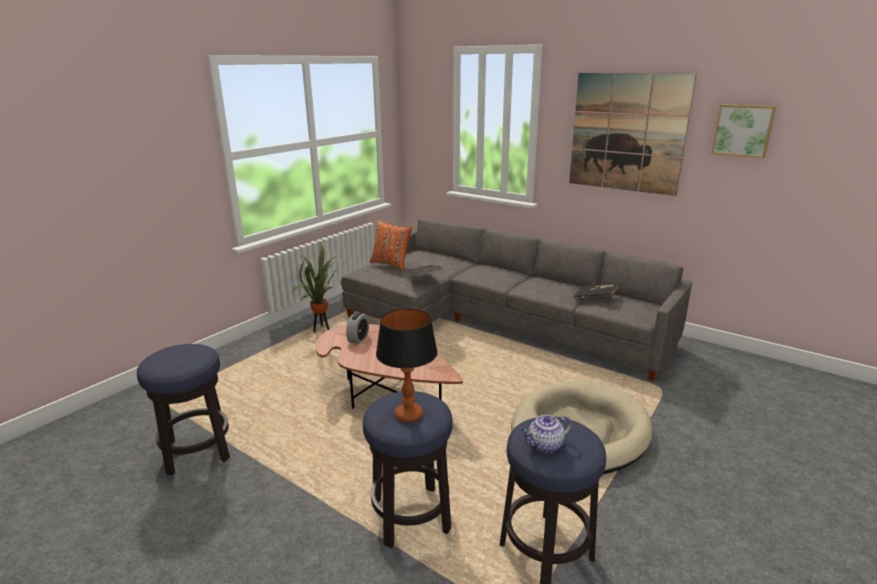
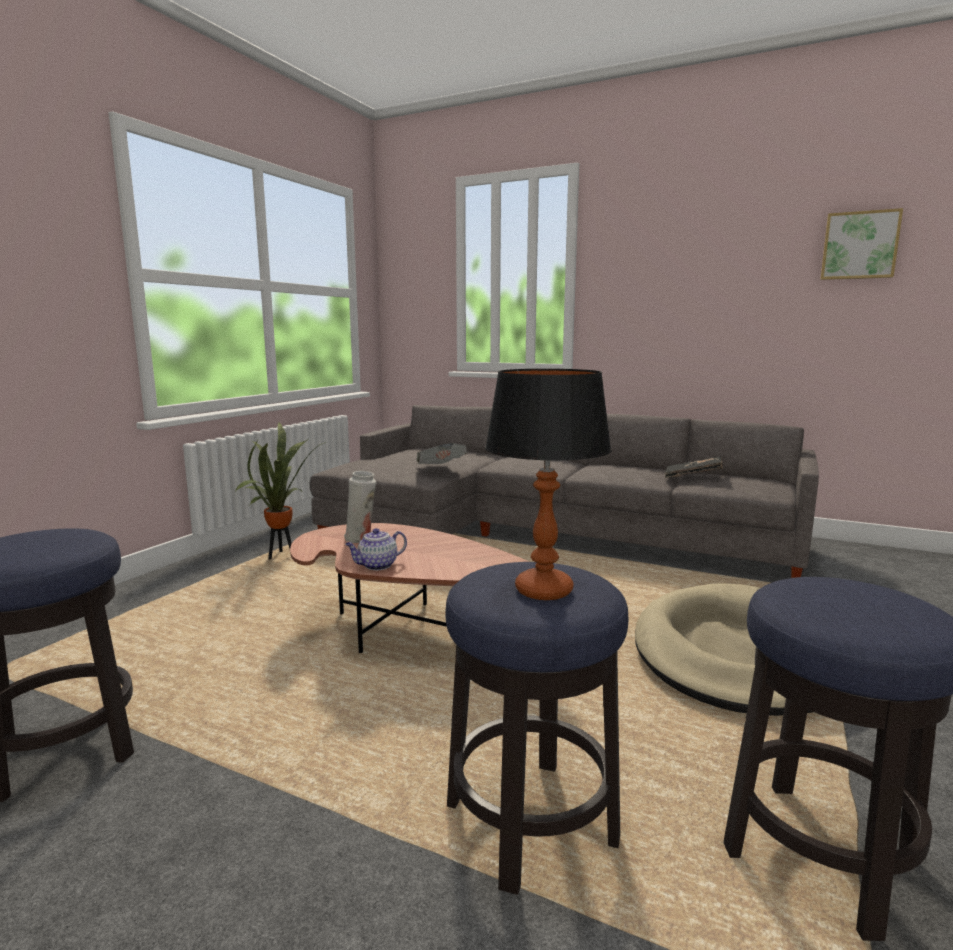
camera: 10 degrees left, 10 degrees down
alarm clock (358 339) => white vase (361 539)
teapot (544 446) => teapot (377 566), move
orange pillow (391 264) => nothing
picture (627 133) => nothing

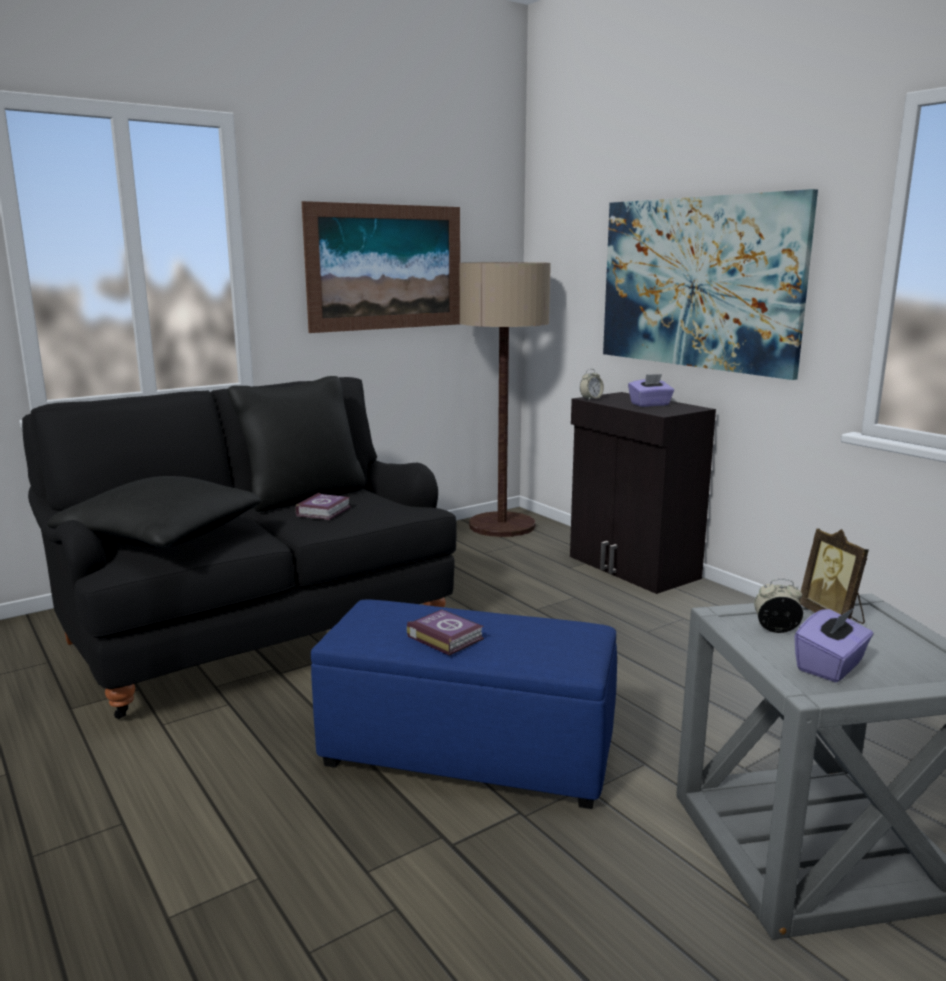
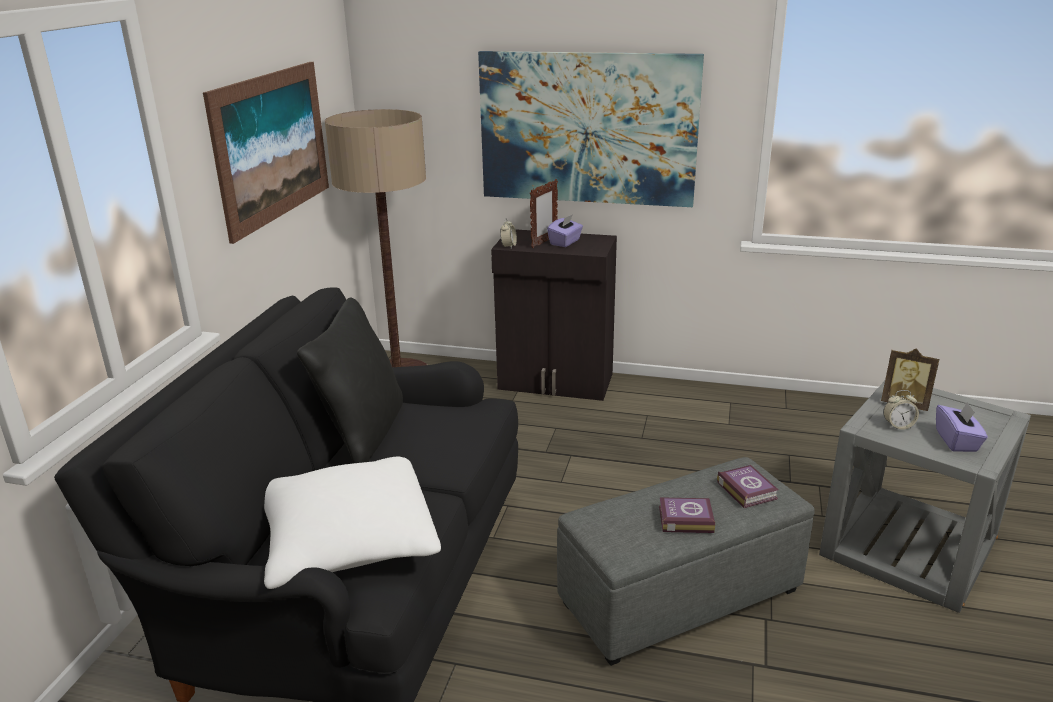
camera: 40 degrees left, 10 degrees up
black pillow (161 537) => white pillow (348 541)
nothing => picture frame (544 242)
blue ottoman (470 754) => grey ottoman (681 596)
book (325 511) => book (746 489), move
alarm clock (776 629) => alarm clock (898 426), 150 degrees counterclockwise

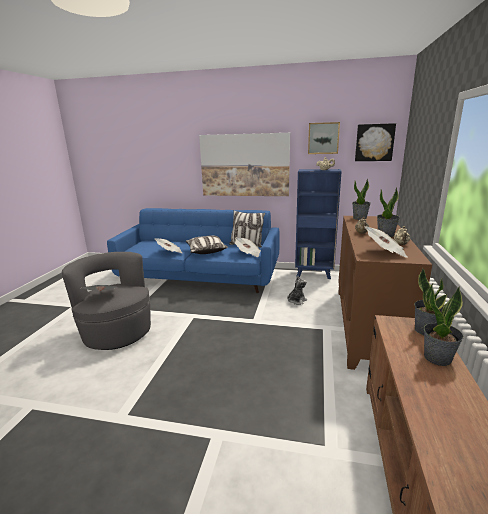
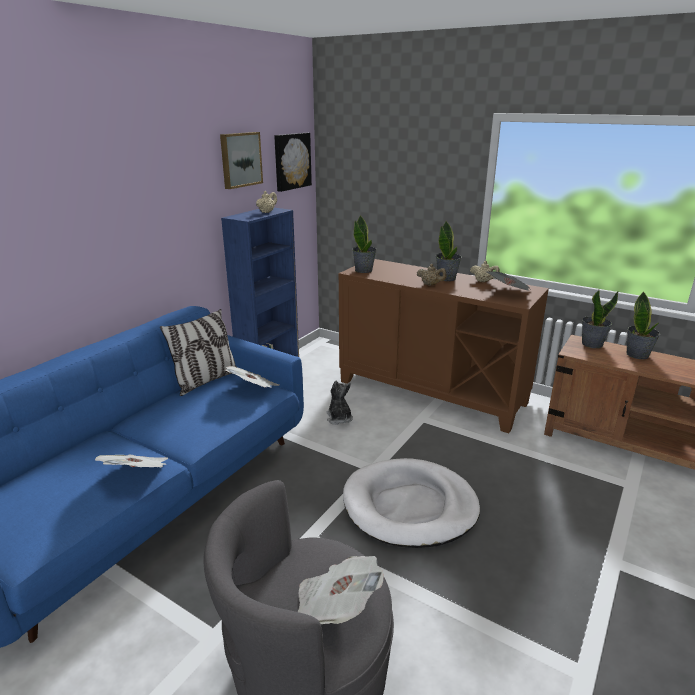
camera: 70 degrees left, 5 degrees up
nothing => white dog bed (410 506)
pillow (206 251) => nothing
picture (244 165) => nothing

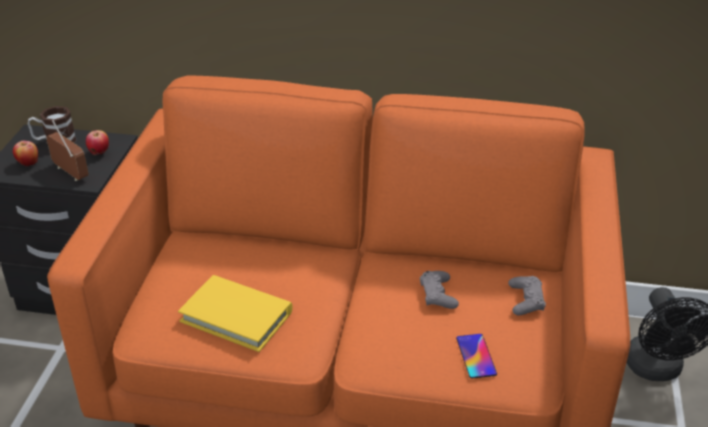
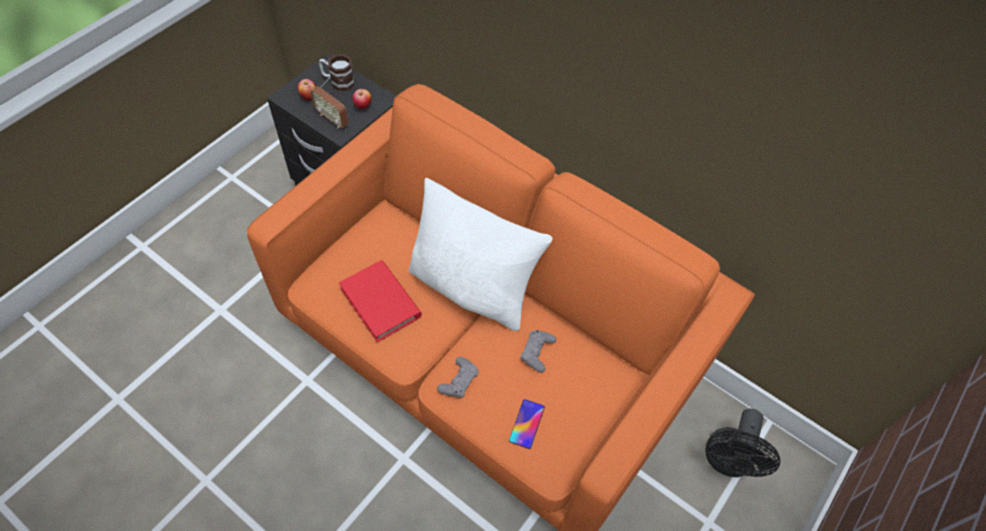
camera: 25 degrees right, 20 degrees up
radio (70 173) => radio (332 119), 150 degrees clockwise
yellow book (236 316) => red book (380 302)
nothing => white pillow (473 288)
grey game controller (526 300) => grey game controller (459 381), move

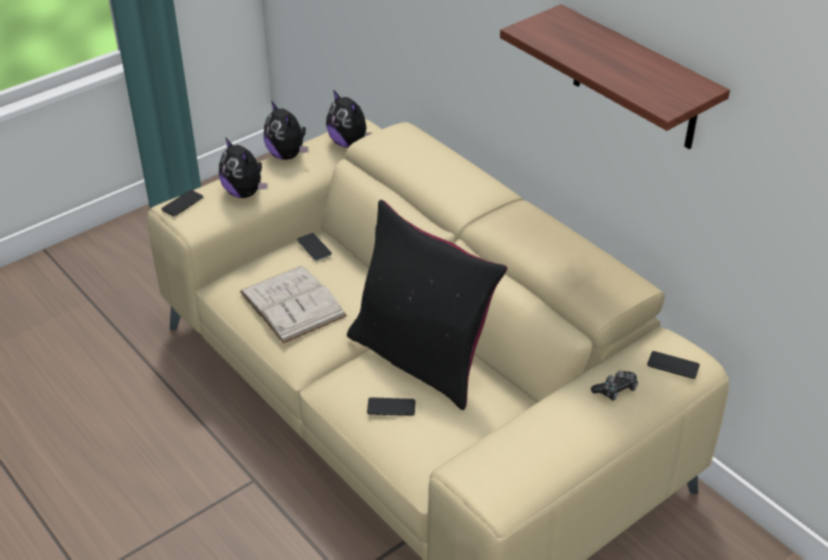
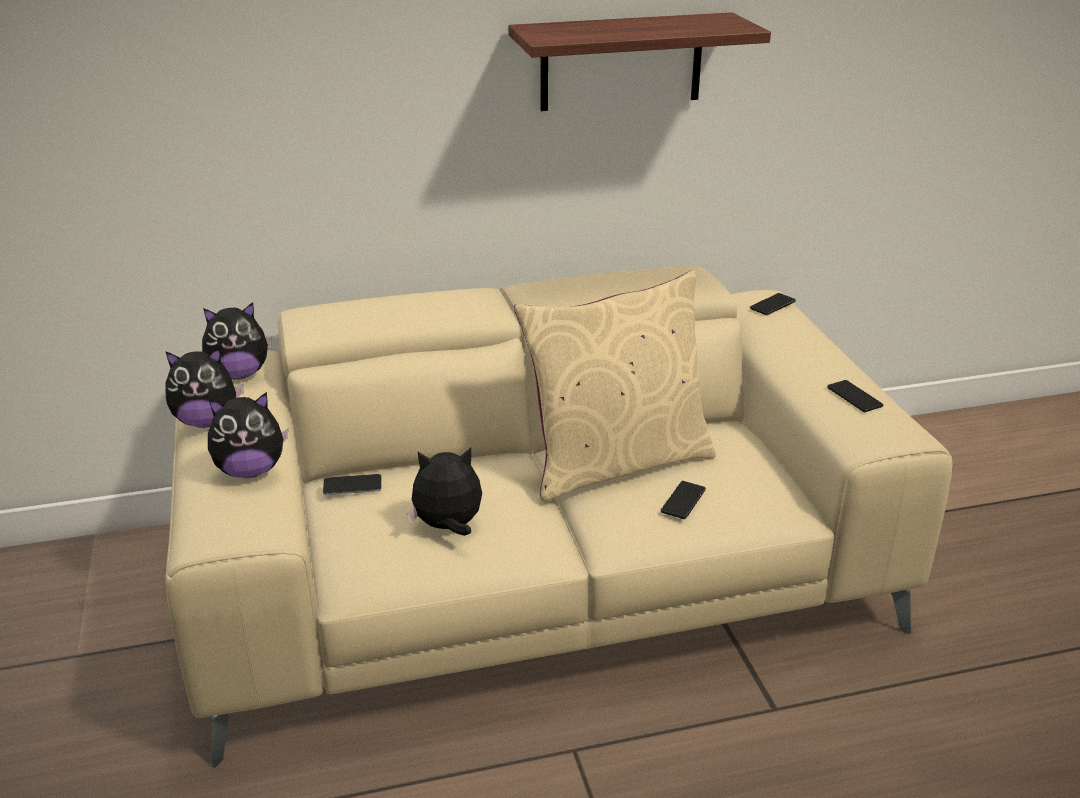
camera: 65 degrees left, 10 degrees down
white book (292 304) => plush toy (448 527)
black pillow (421 358) => beige pillow (616 462)
phone (182 203) => phone (854 397), move
game controller (615 390) => nothing

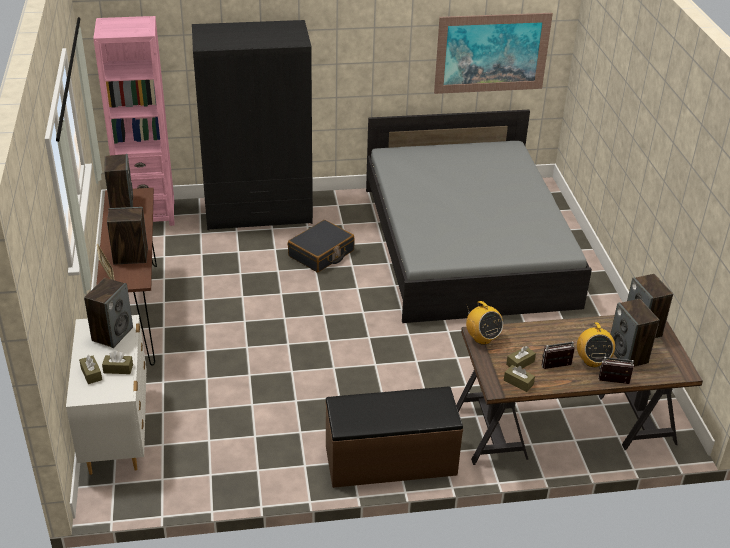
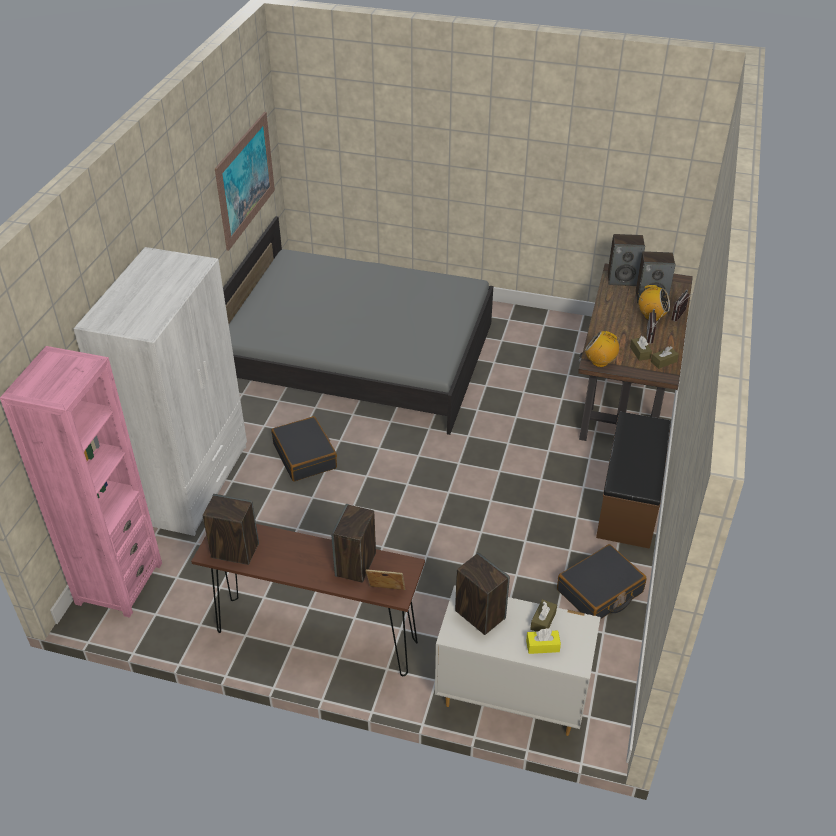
camera: 65 degrees left, 5 degrees up
black wardrobe (258 211) => white wardrobe (191 483)
brown tissue box (91 374) => yellow tissue box (542 646)
nothing => black suitcase (600 592)
radio (482 338) => radio (600 362), 150 degrees counterclockwise

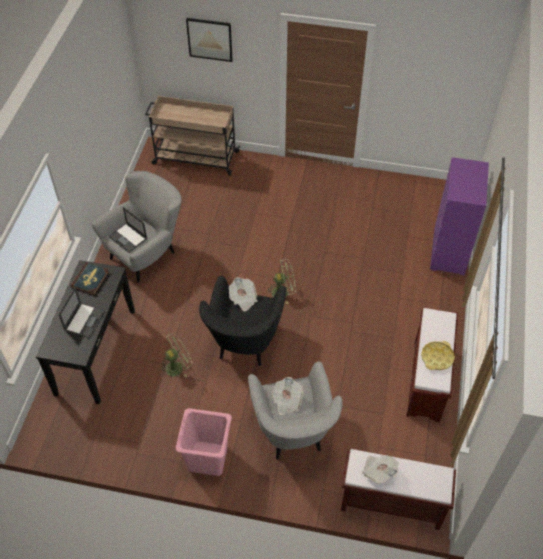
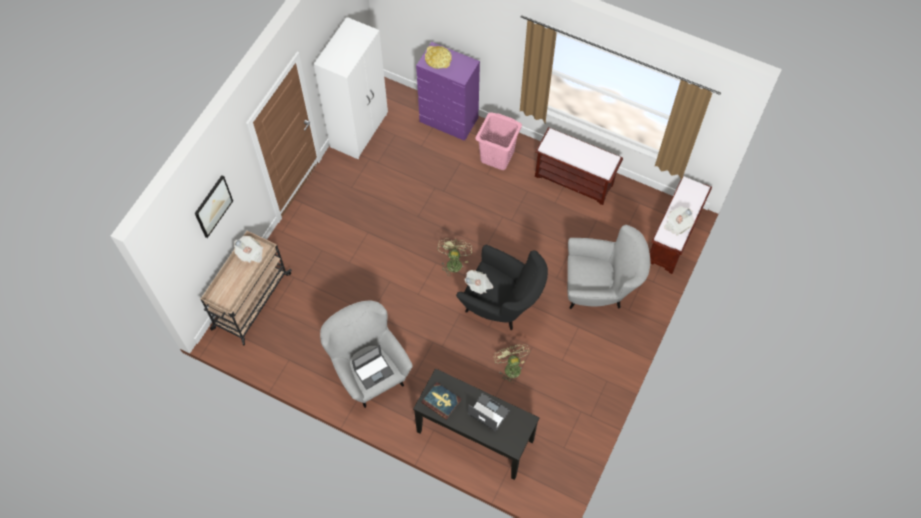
camera: 75 degrees left, 10 degrees up
newspaper (287 401) => newspaper (250 254), move
nothing => white wardrobe (360 130)
yellow tray (437 357) => yellow tray (438 59), move
pink laundry basket (207 457) => pink laundry basket (497 156), move

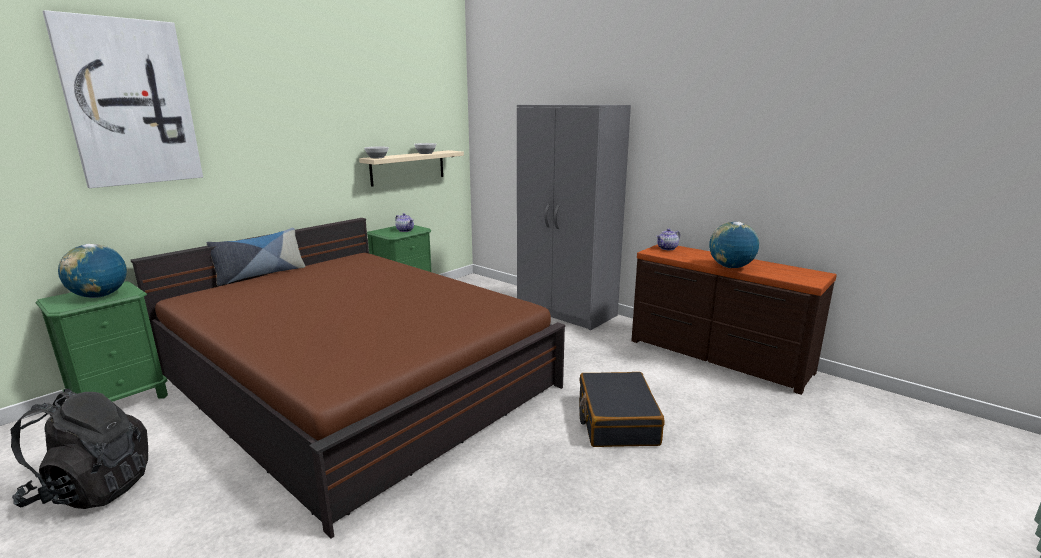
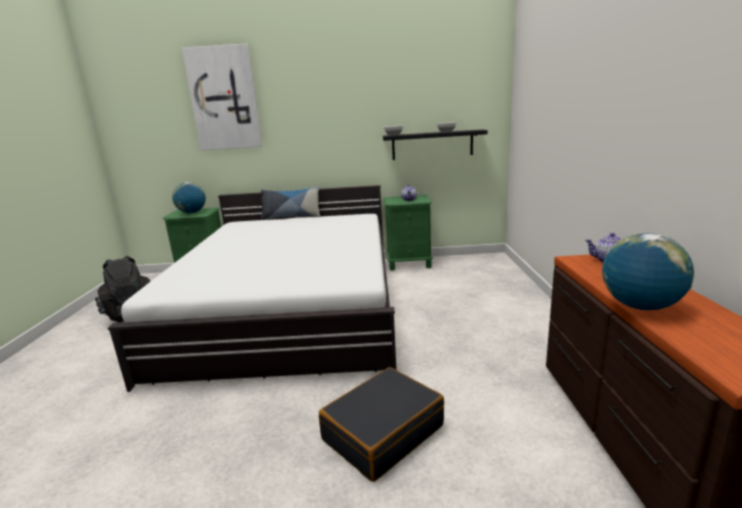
camera: 50 degrees right, 0 degrees up
brown bed (357 381) => white bed (292 307)
beige shelf (408 167) => black shelf (432 145)
grey wardrobe (567 312) => nothing

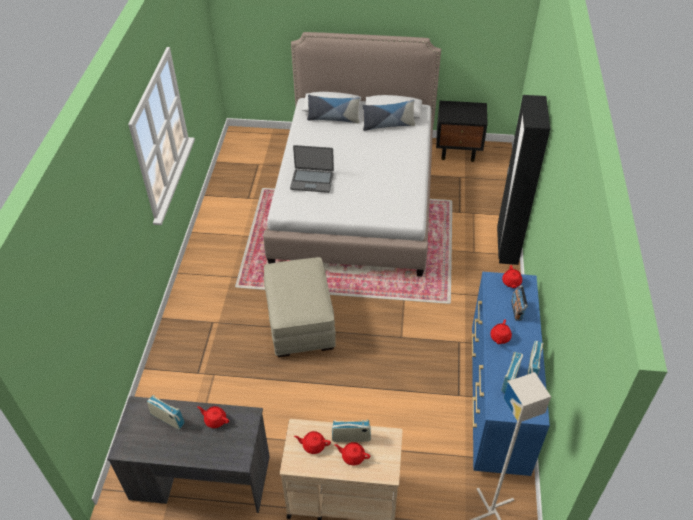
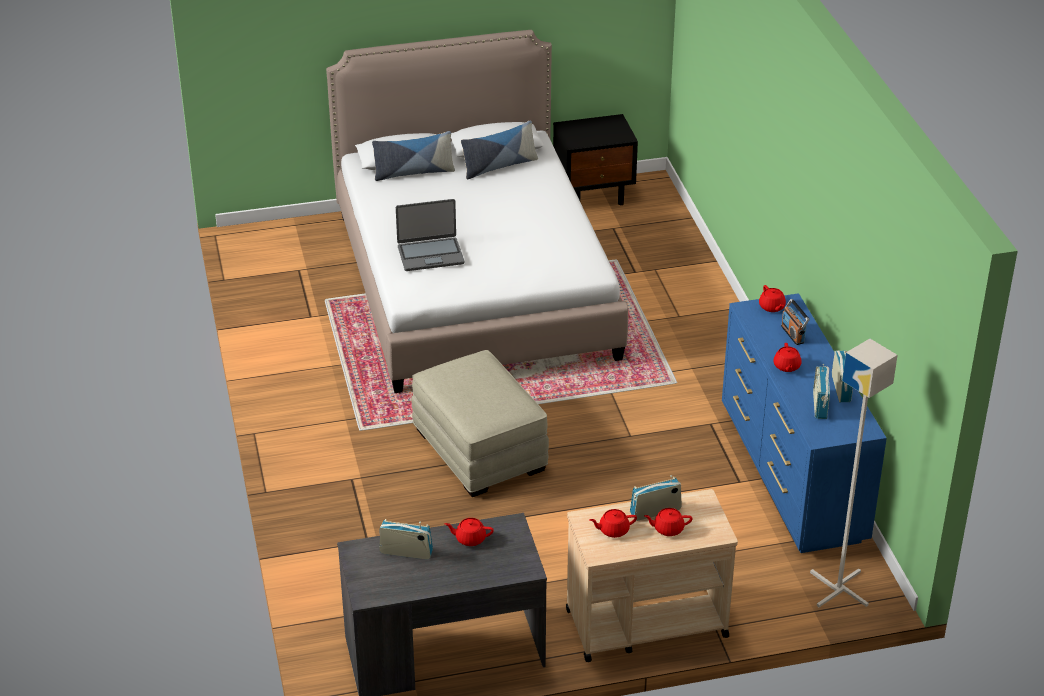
camera: 20 degrees left, 10 degrees down
black wardrobe (506 247) => nothing

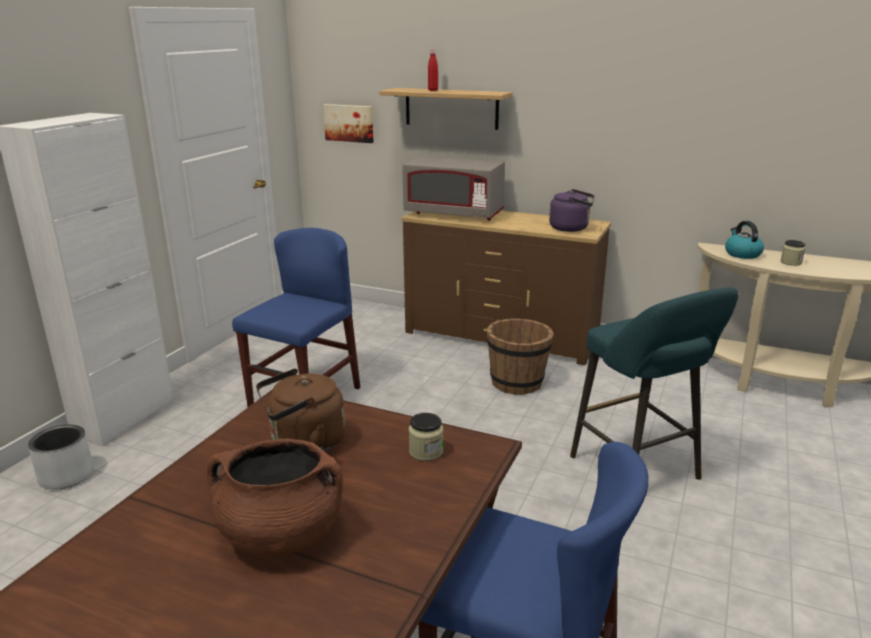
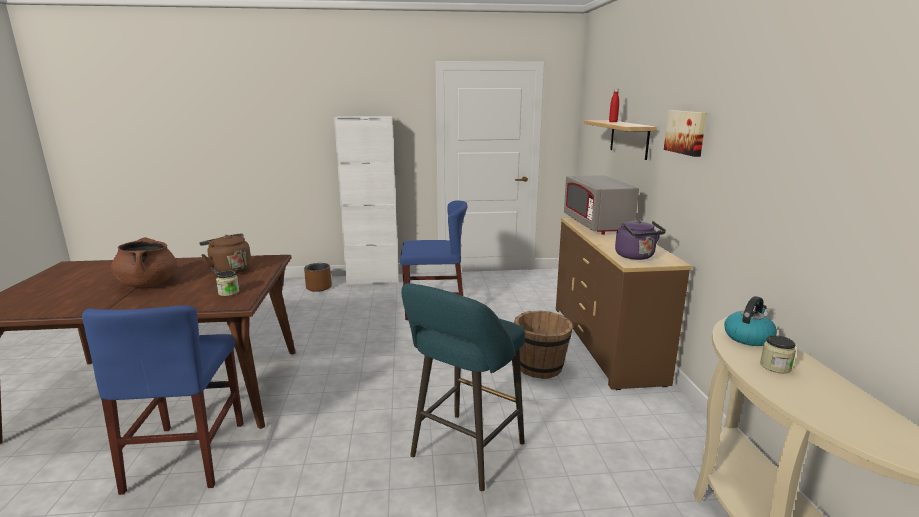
camera: 60 degrees right, 5 degrees down
grey planter (67 475) => brown planter (319 287)
picture (349 123) => picture (686 132), move

